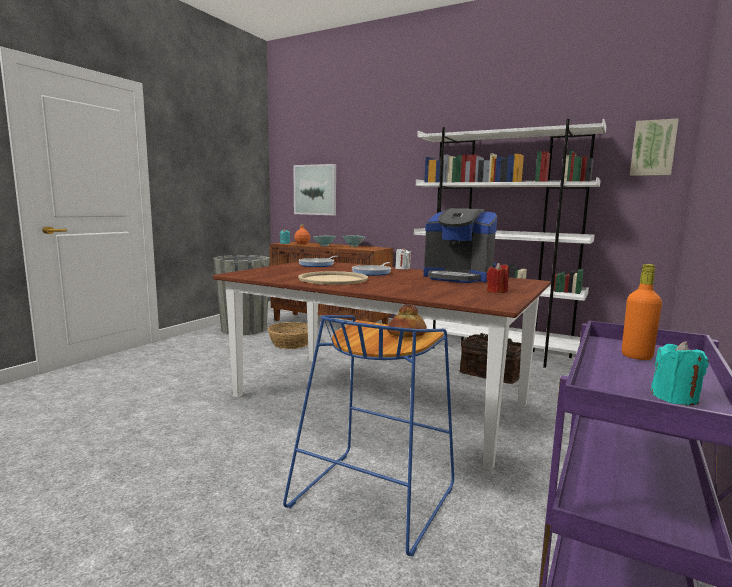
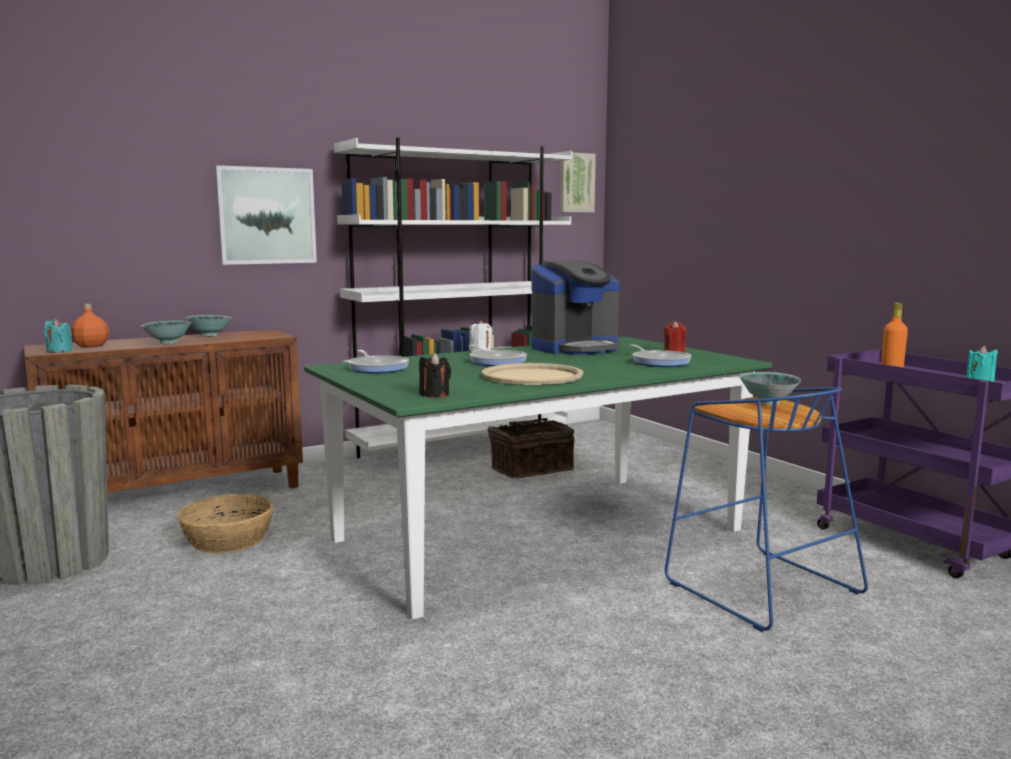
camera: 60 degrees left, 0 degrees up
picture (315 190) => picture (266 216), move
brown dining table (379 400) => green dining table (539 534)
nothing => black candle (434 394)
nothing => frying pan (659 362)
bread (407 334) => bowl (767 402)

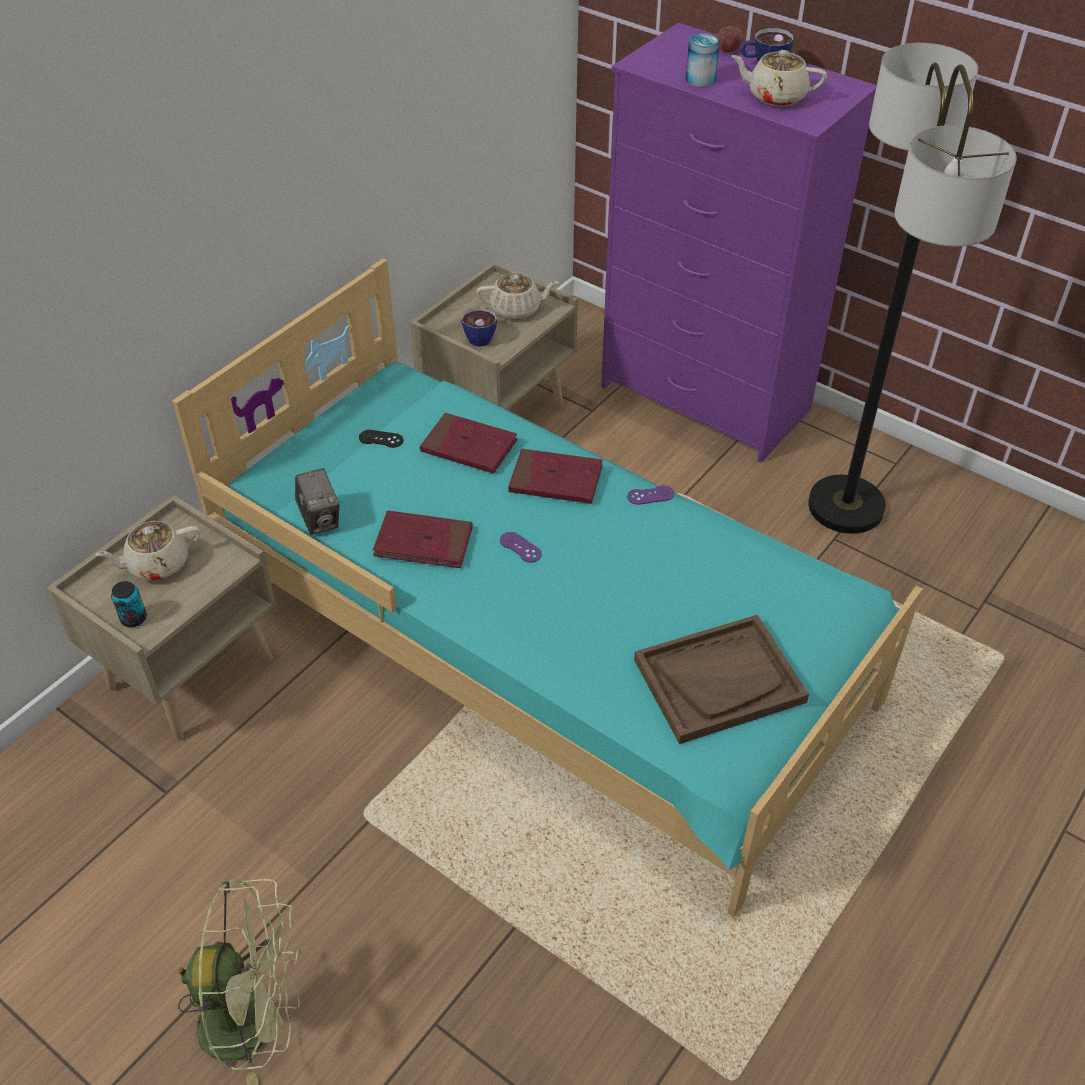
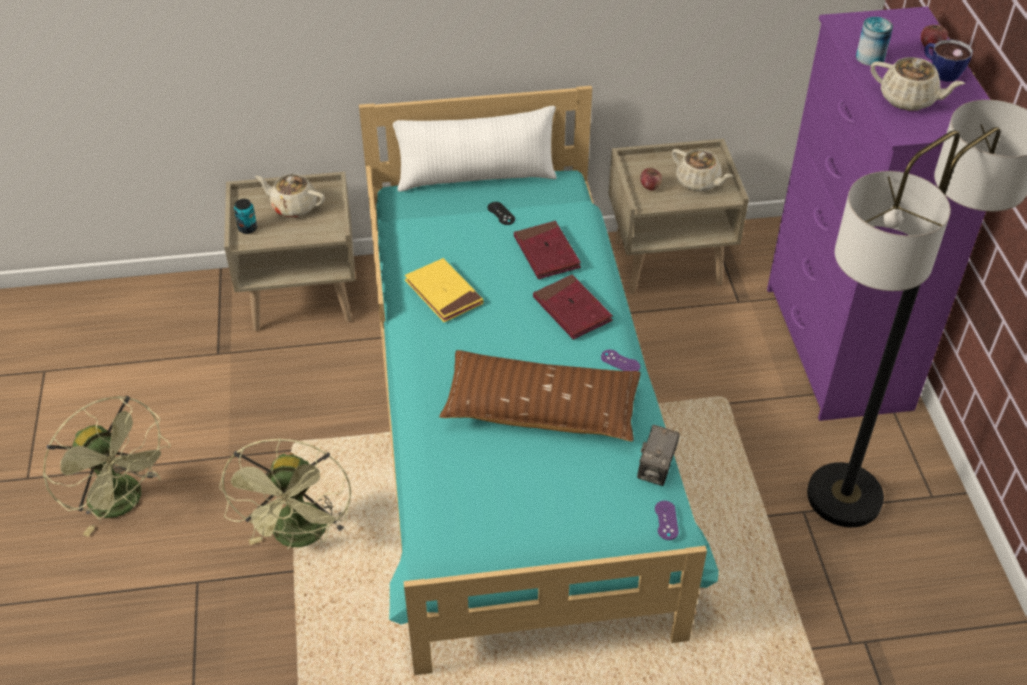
camera: 45 degrees right, 0 degrees up
nothing => green fan (301 537)
nothing => white pillow (476 177)
red book (423 543) => yellow book (443 293)
nothing => brown pillow (541 409)
photo camera (320 519) => photo camera (656 470), move
cup (481 336) => apple (650 186)
purple game controller (520 547) => purple game controller (666 520), move
beige teapot (775 96) => beige teapot (908 99), 150 degrees clockwise
brown tray (719 680) => nothing

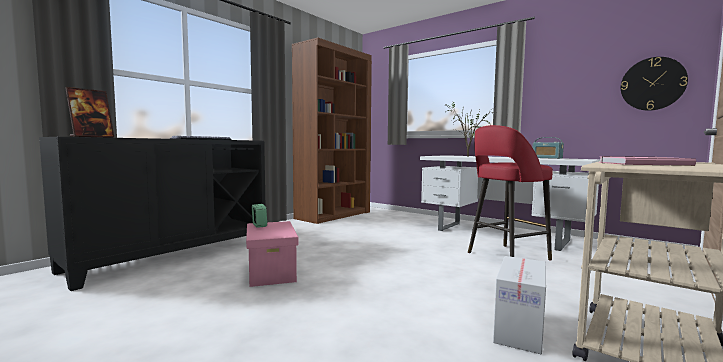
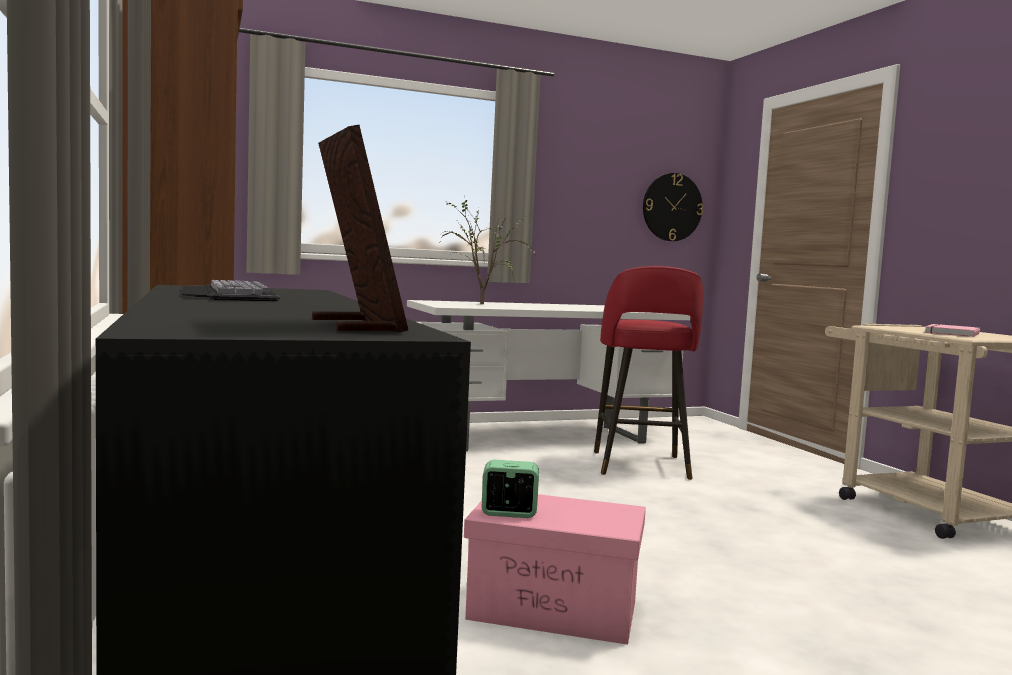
camera: 60 degrees left, 0 degrees up
cardboard box (519 329) => nothing
radio (547 158) => nothing

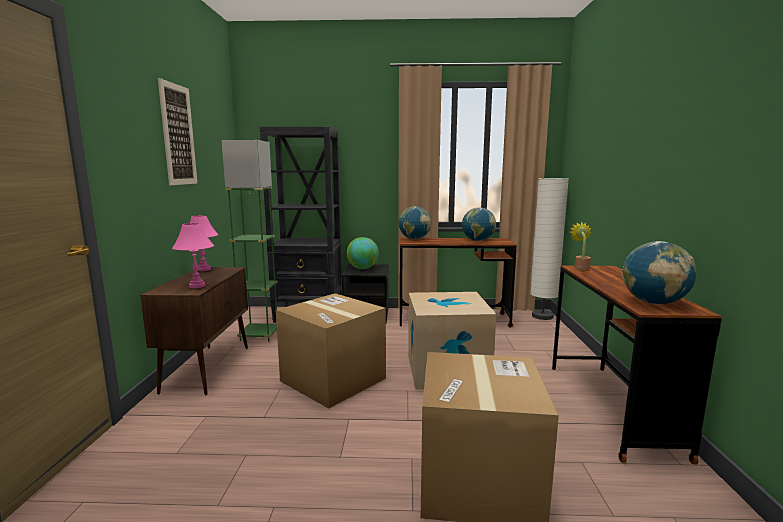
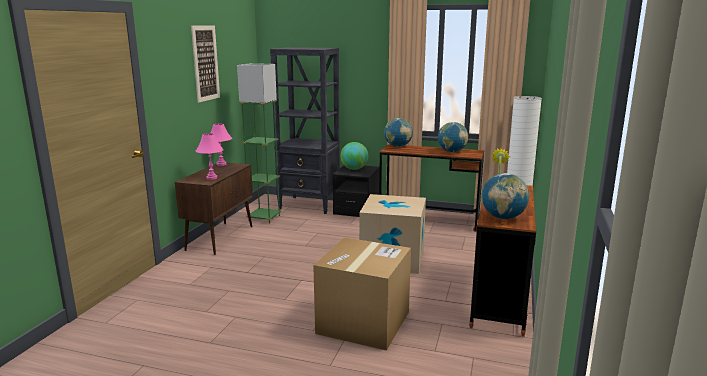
camera: 15 degrees right, 5 degrees up
cardboard box (333 379) => nothing

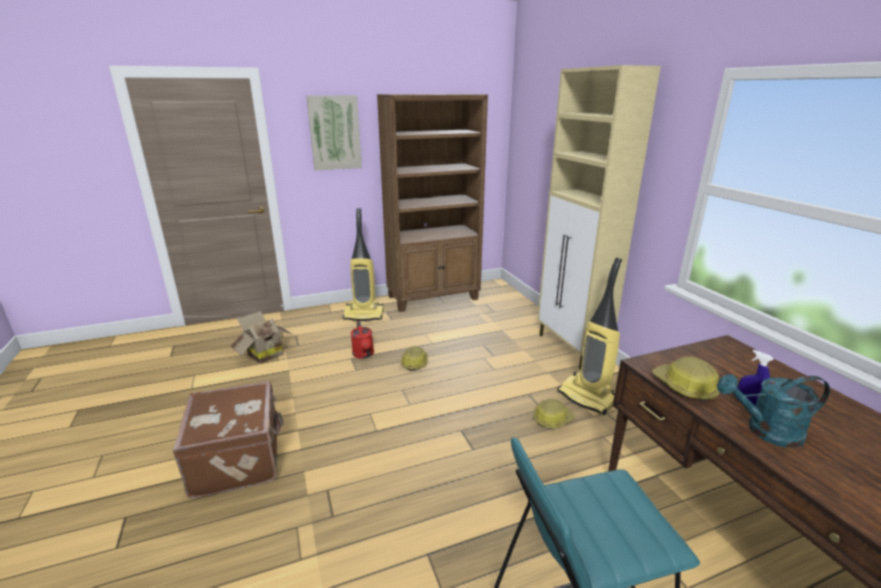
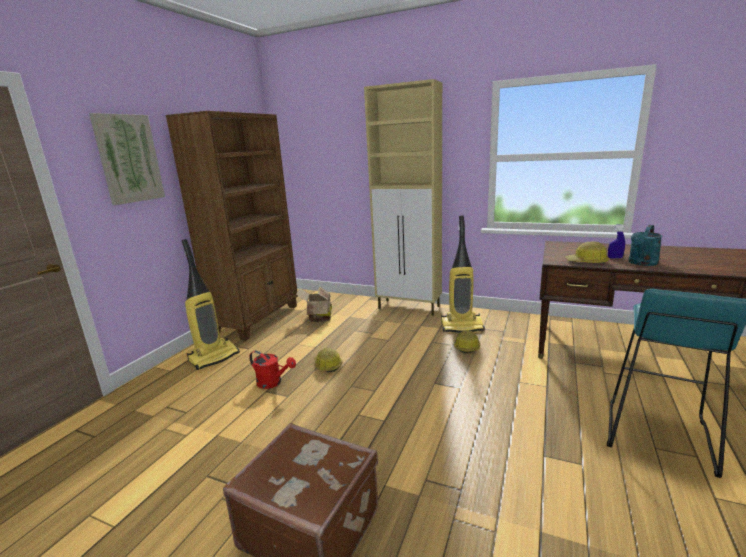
camera: 45 degrees left, 5 degrees down
cardboard box (263 354) => cardboard box (318 318), move

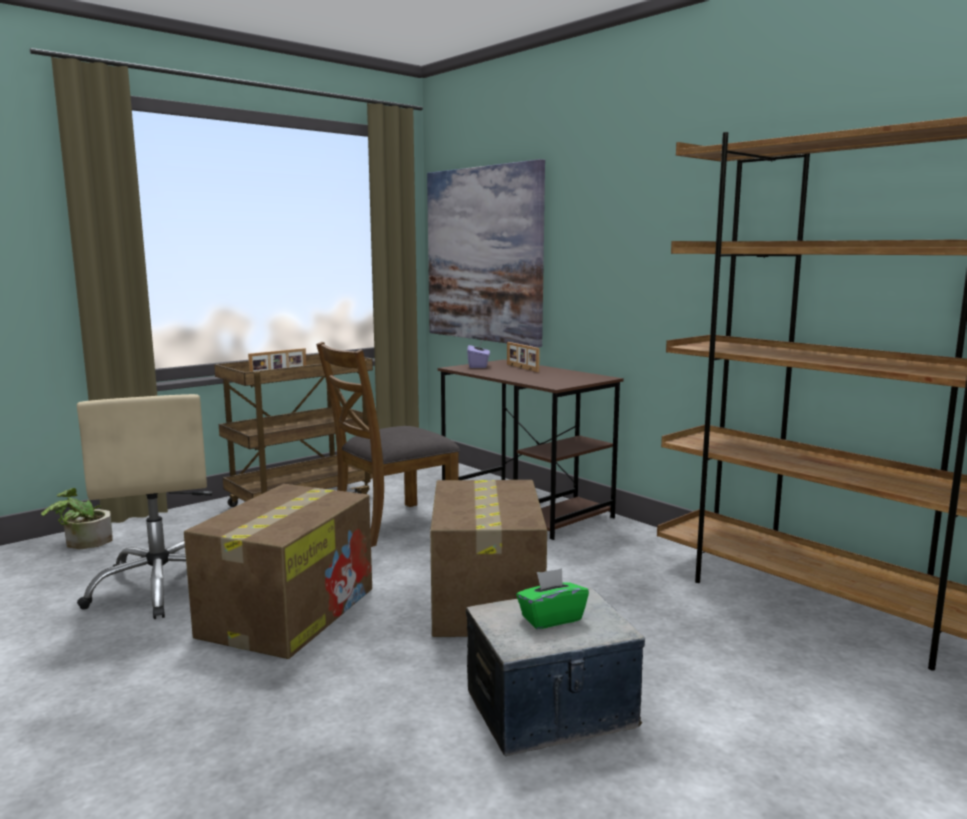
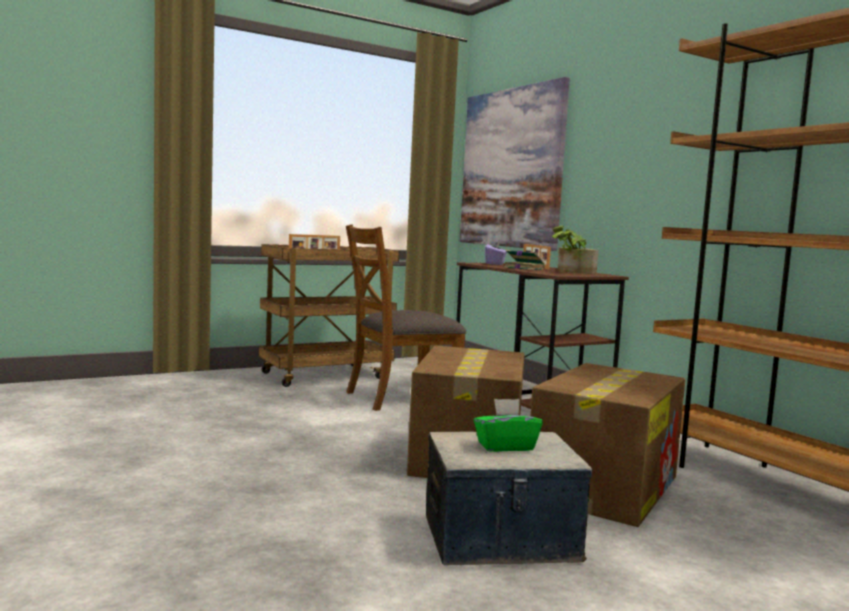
camera: 10 degrees right, 5 degrees down
nothing => book (523 268)
cardboard box (289 611) => cardboard box (604 486), move
potted plant (82 542) => potted plant (571 272), move
beige office chair (161 587) => nothing

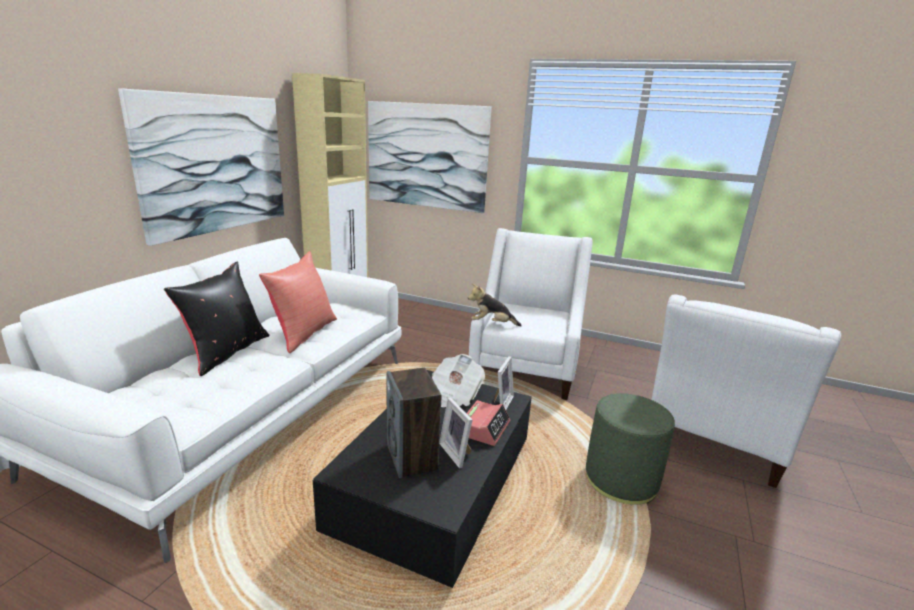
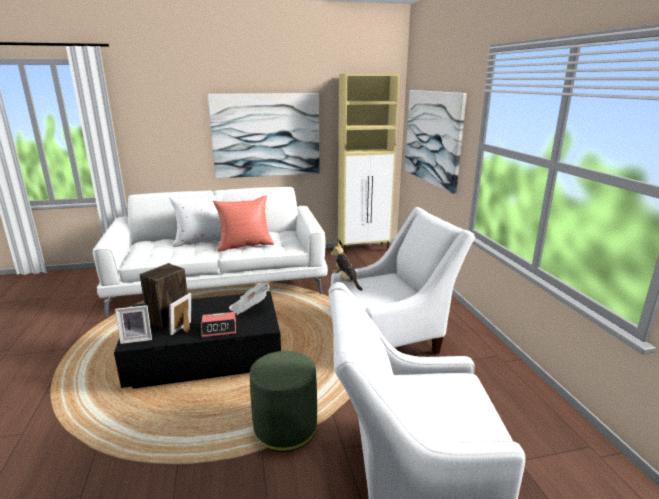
camera: 55 degrees right, 0 degrees up
picture frame (500 403) => picture frame (137 338), move
black pillow (226 352) => white pillow (201 241)

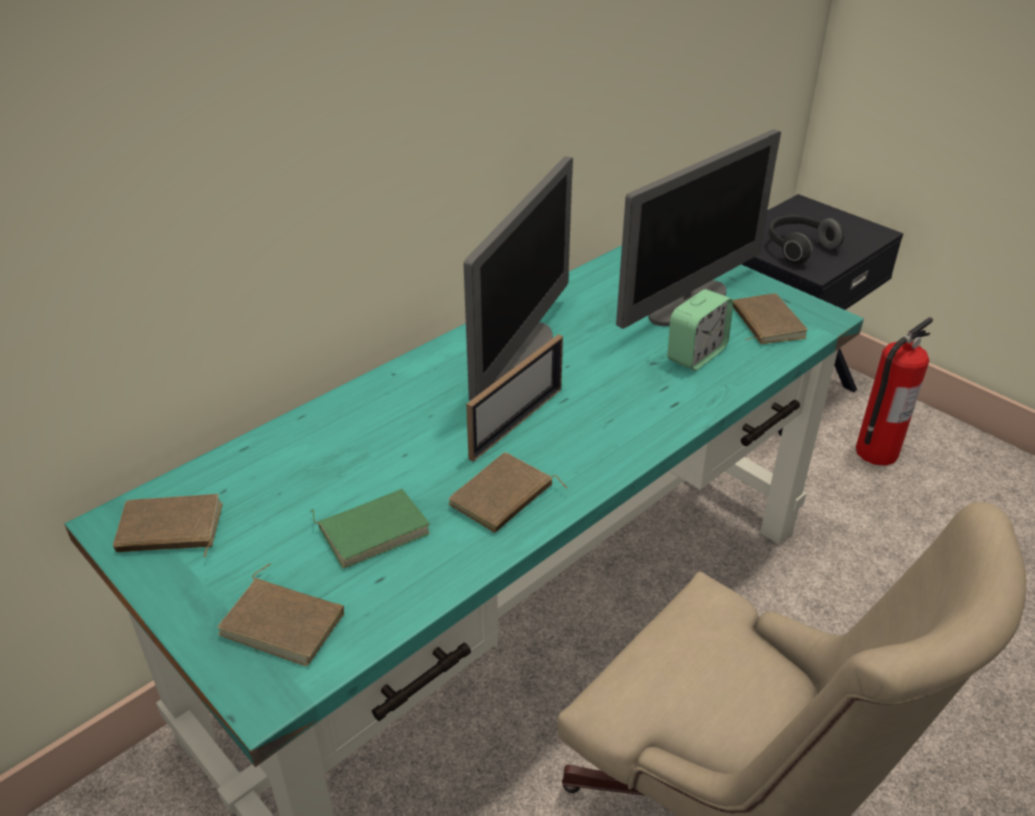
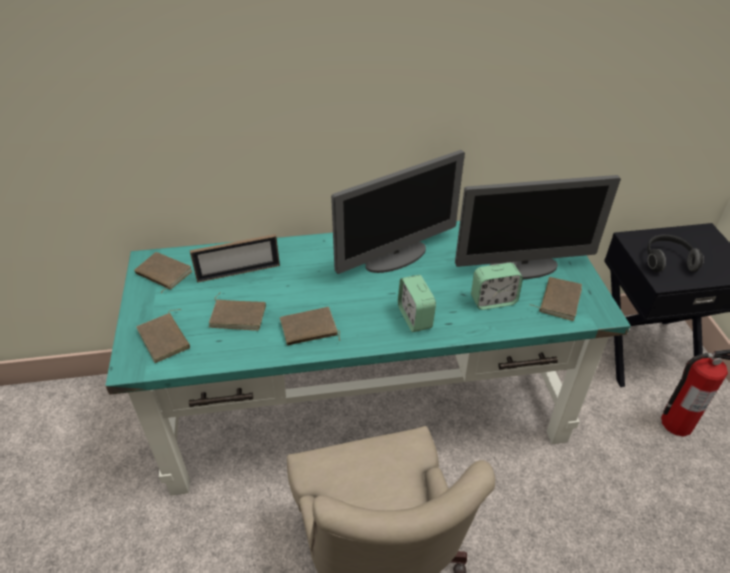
camera: 35 degrees right, 5 degrees up
picture frame (516 422) => picture frame (238 273), move
green book (373 529) => brown book (238 315)
nothing => alarm clock (415 317)

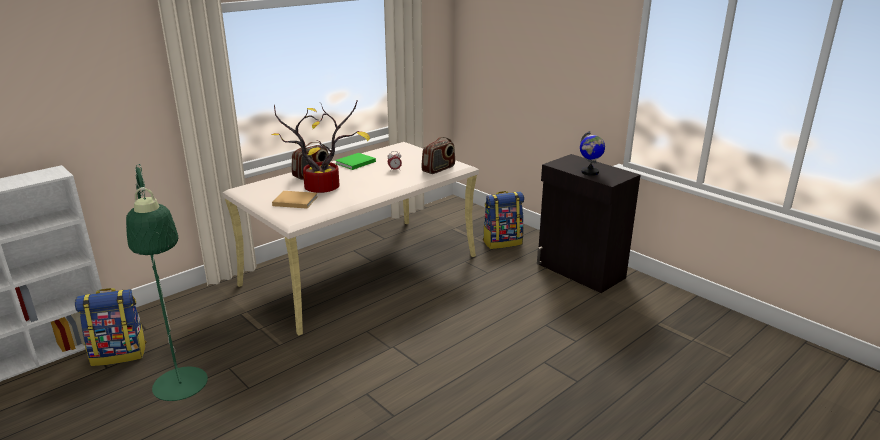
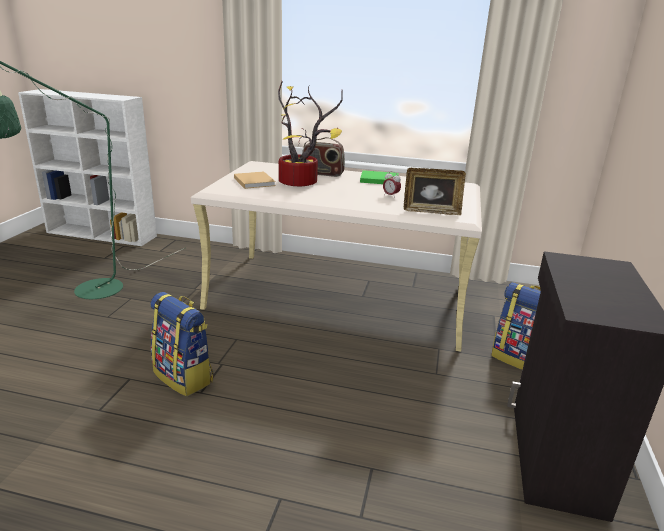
camera: 55 degrees right, 0 degrees up
backpack (119 354) => backpack (184 377), move
radio (438 169) => picture frame (431 211)
globe (590 172) => nothing

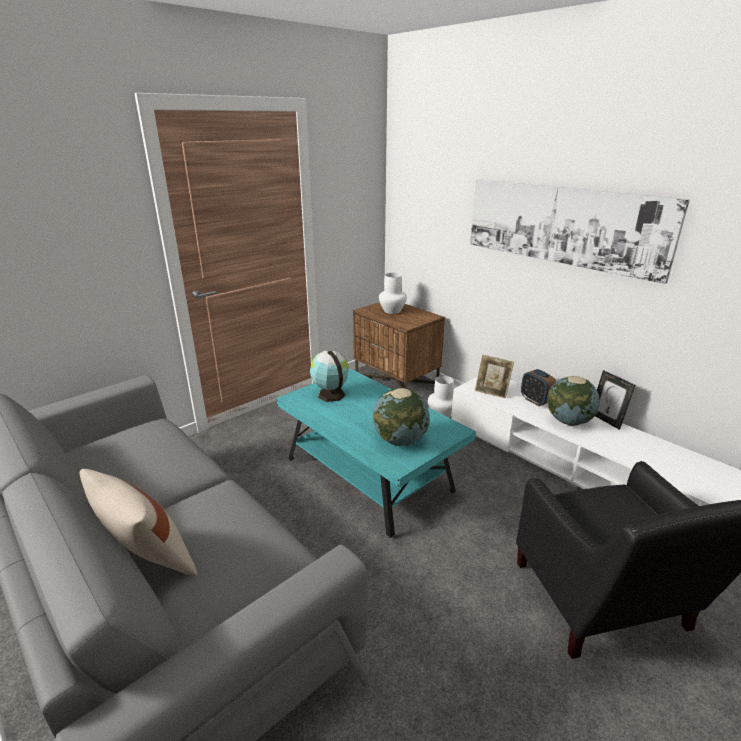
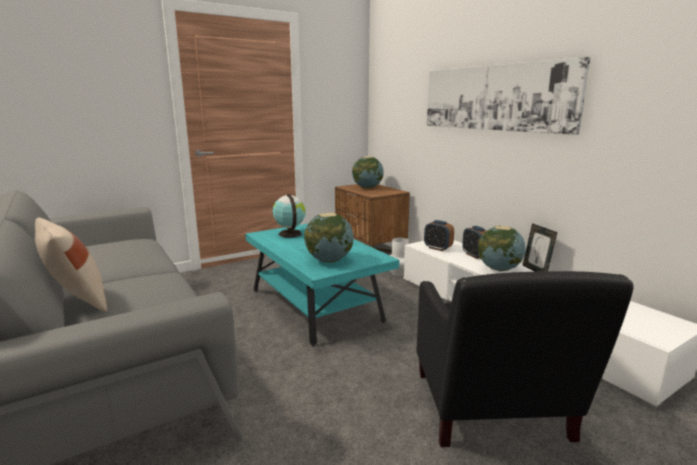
camera: 10 degrees right, 10 degrees down
white vase (392 311) => globe (367 188)
picture frame (492 392) => alarm clock (438 248)

